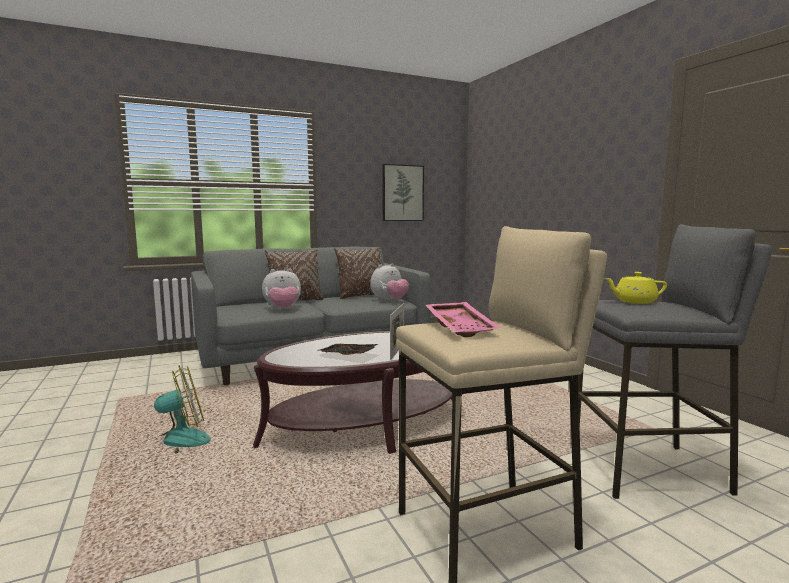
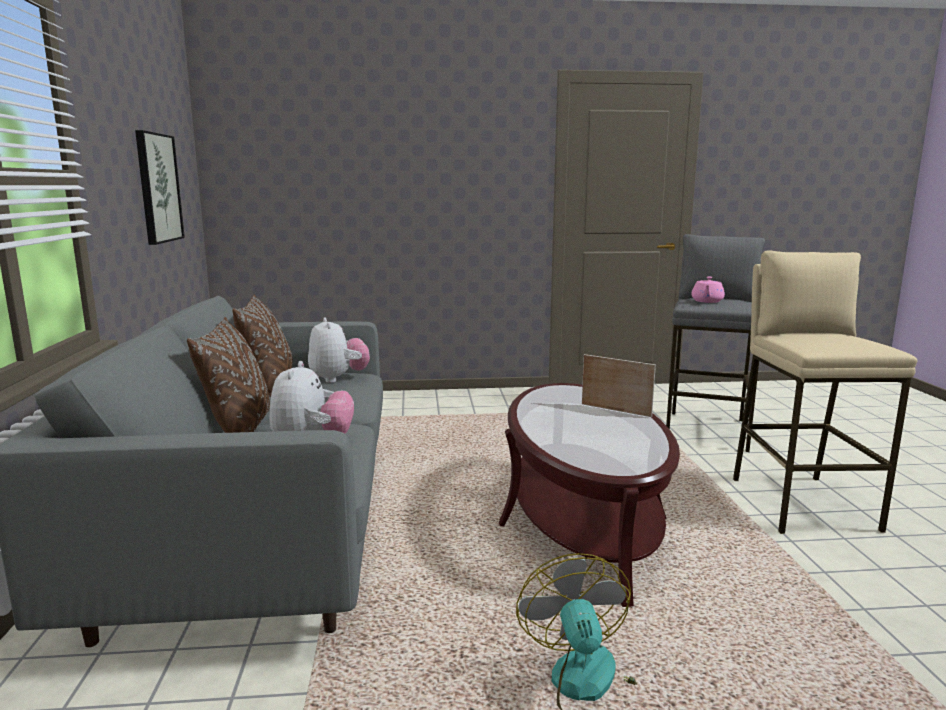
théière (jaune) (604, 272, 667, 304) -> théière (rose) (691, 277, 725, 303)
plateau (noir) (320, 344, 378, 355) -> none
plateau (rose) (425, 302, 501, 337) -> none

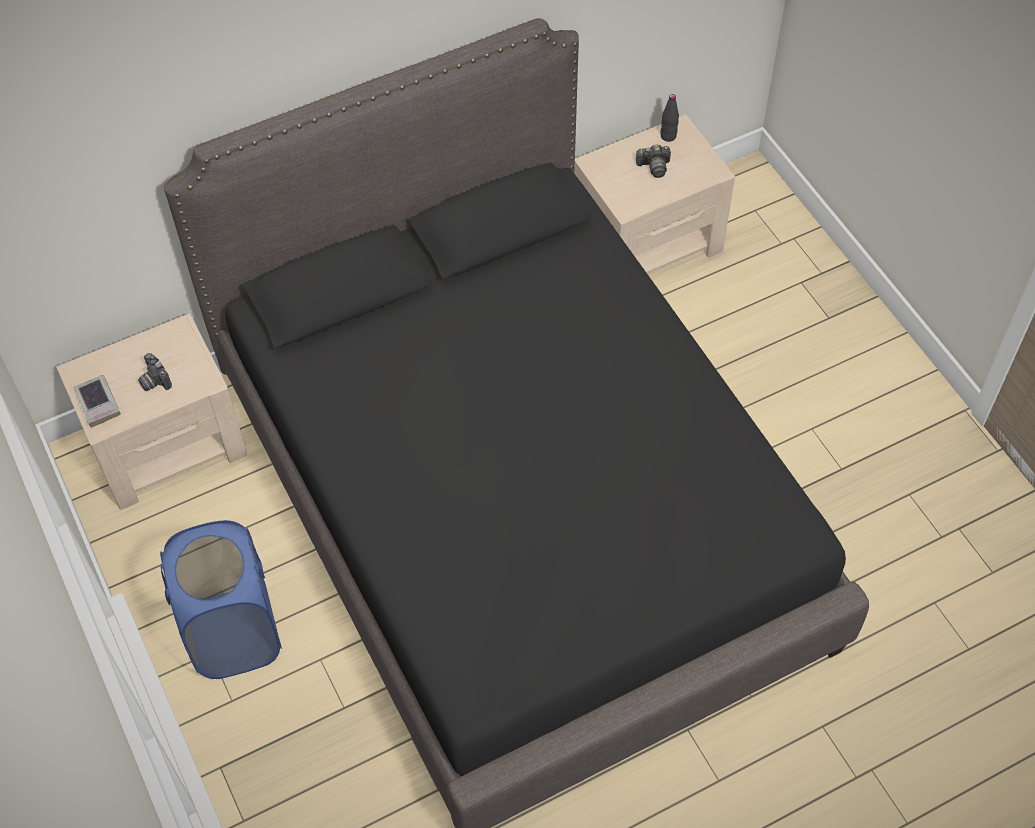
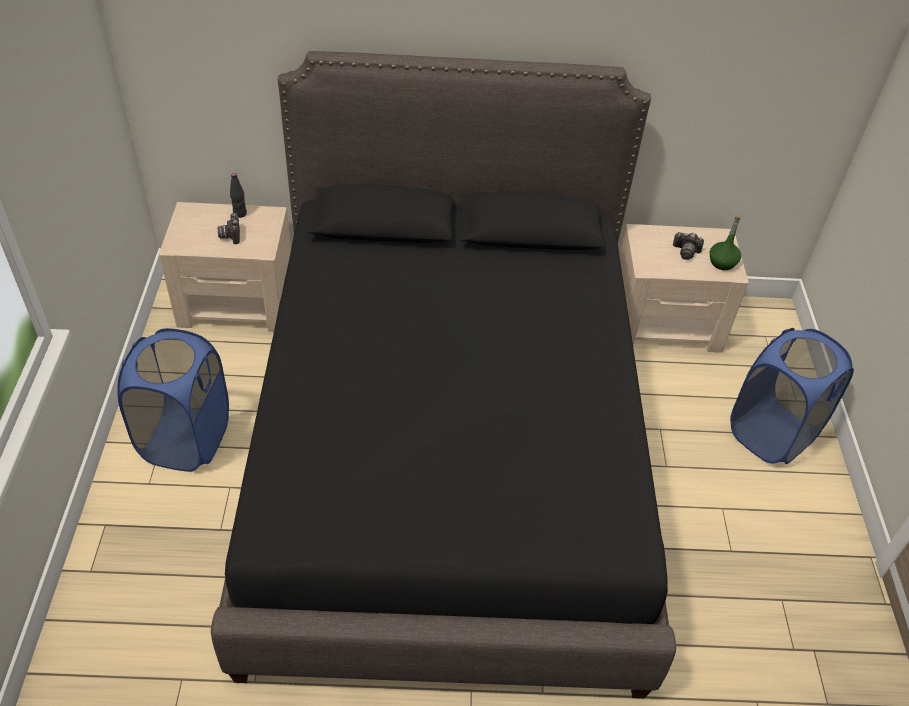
bouteille (noir) (661, 94, 679, 142) -> bouteille (noir) (230, 173, 247, 218), shifted
none -> bouteille (vert) (710, 216, 741, 270)
none -> panier à linge (bleu) (730, 328, 854, 464)
livre (74, 375, 121, 428) -> none

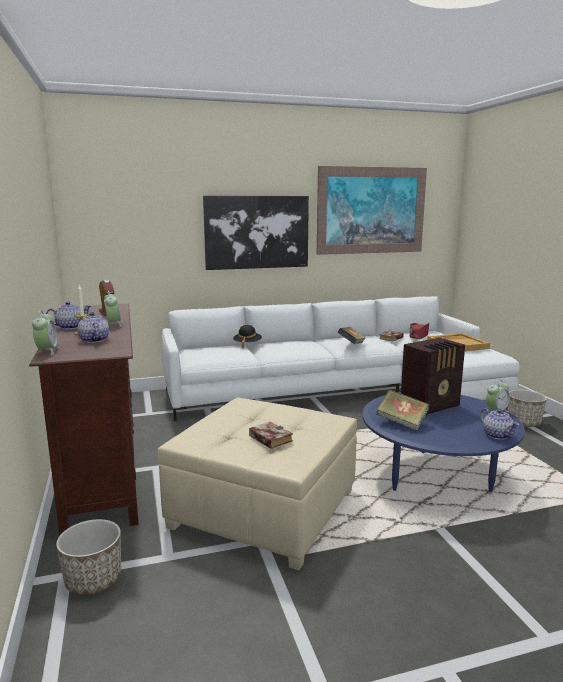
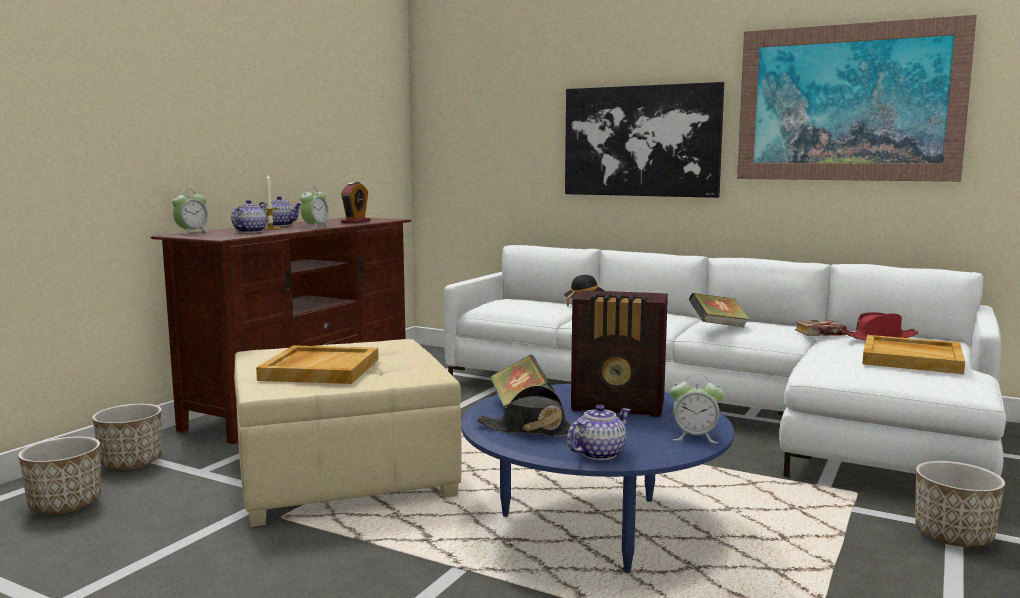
none -> cache-pot (18, 436, 101, 514)
livre (249, 422, 293, 449) -> plateau (beige) (256, 345, 378, 384)
none -> chapeau (noir) (476, 385, 572, 437)
théière (480, 408, 519, 440) -> théière (567, 405, 630, 460), 150 degrees counterclockwise

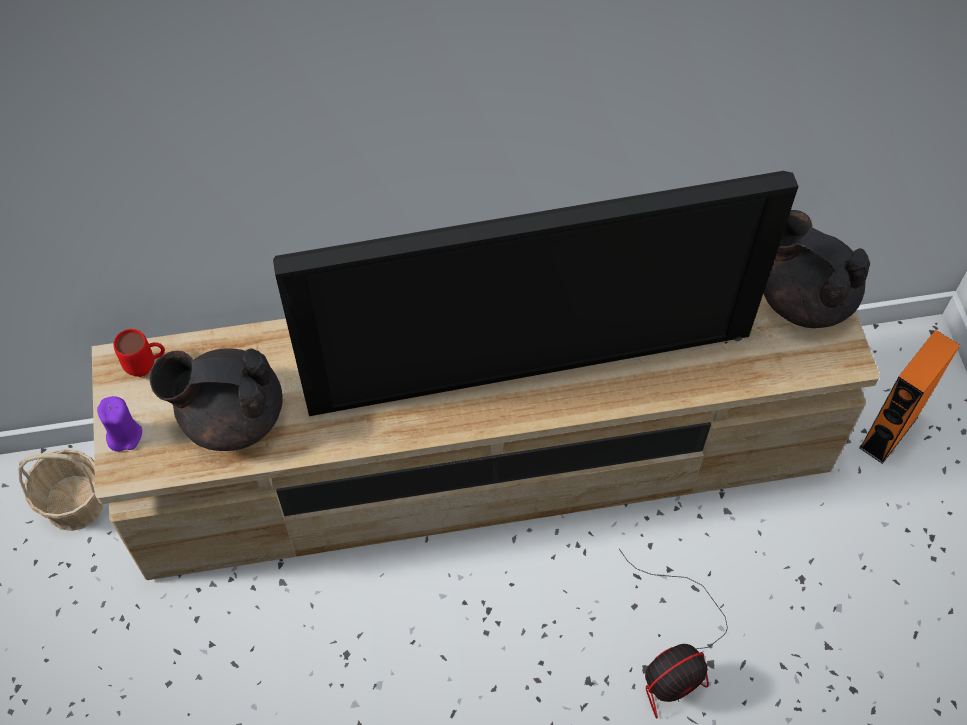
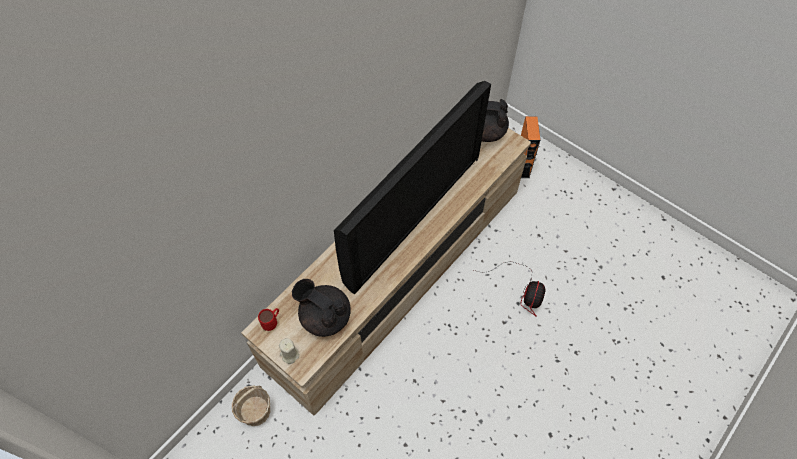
bougie (violet) (97, 396, 142, 452) -> bougie (beige) (279, 338, 299, 364)
théière (noir) (150, 348, 283, 451) -> théière (noir) (292, 279, 351, 337), 75 degrees clockwise

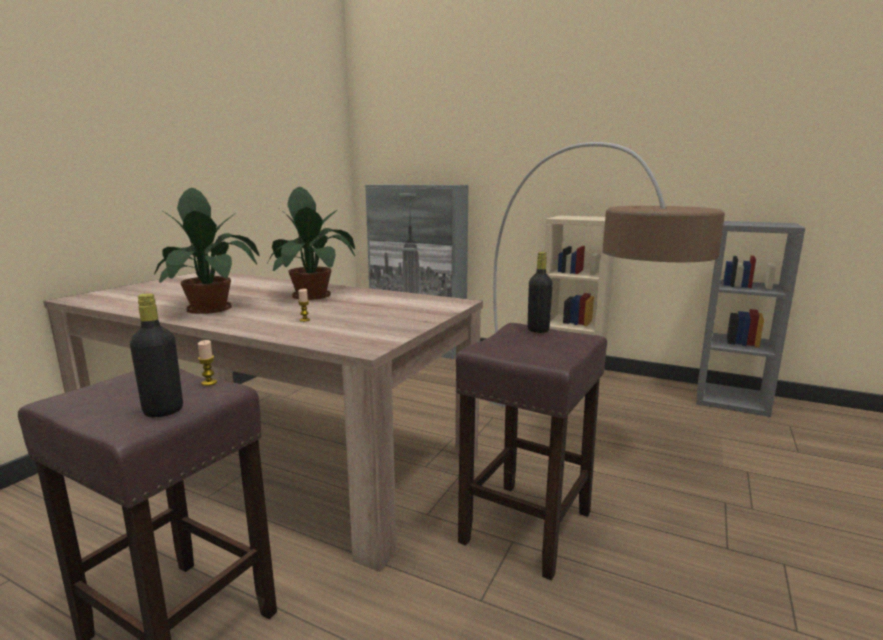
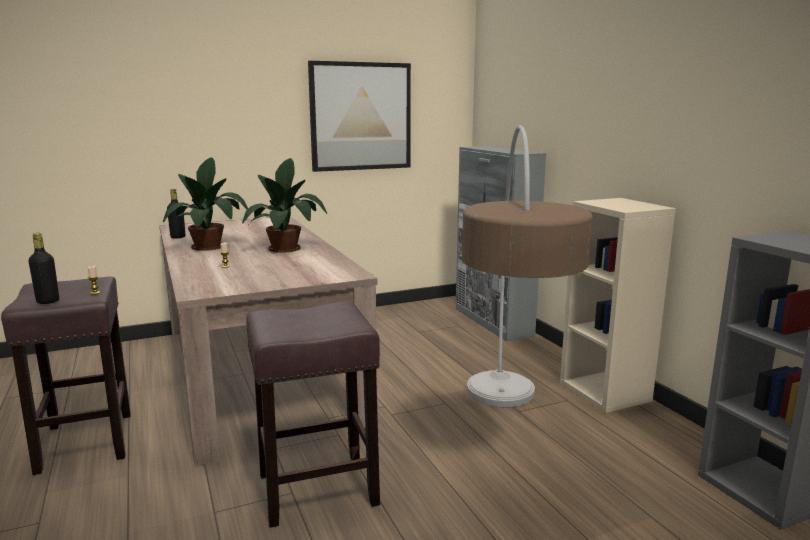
bouteille (noir) (527, 252, 553, 333) -> bouteille (noir) (167, 189, 185, 239), shifted
none -> tableau (308, 61, 411, 172)

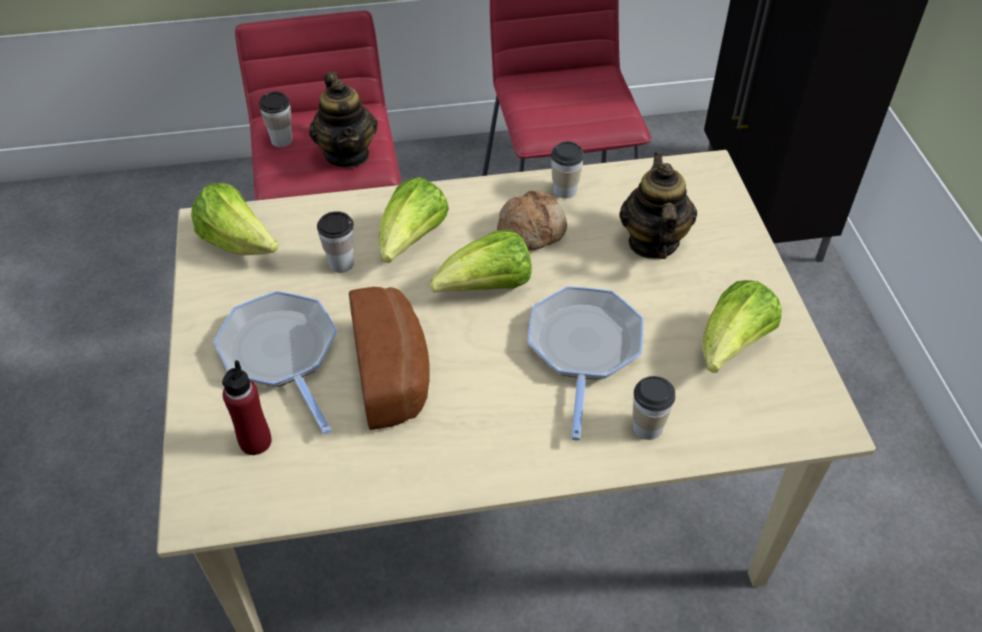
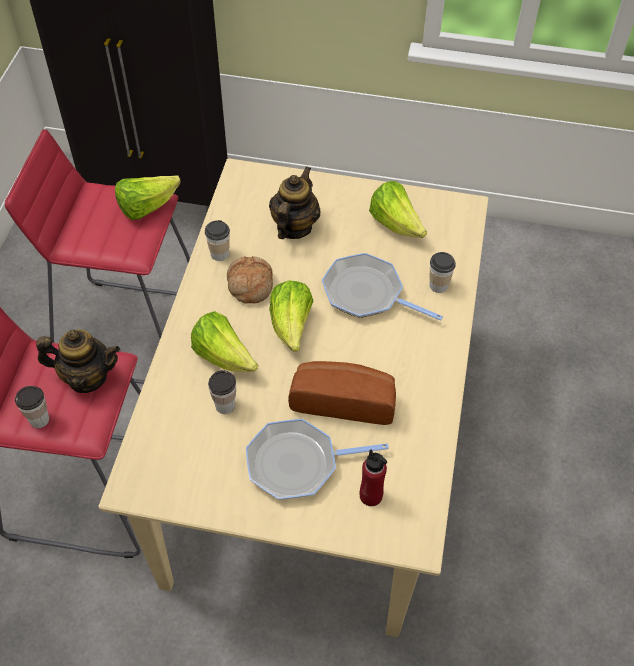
laitue (191, 183, 279, 255) -> laitue (115, 176, 181, 220), shifted
théière (619, 152, 697, 259) -> théière (269, 166, 321, 239), 90 degrees clockwise

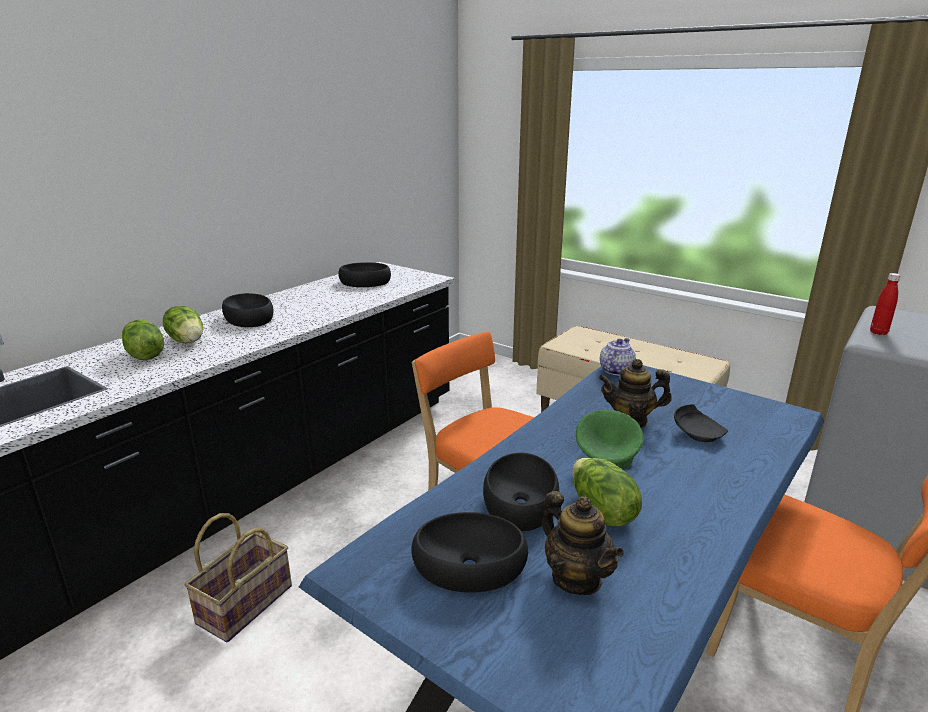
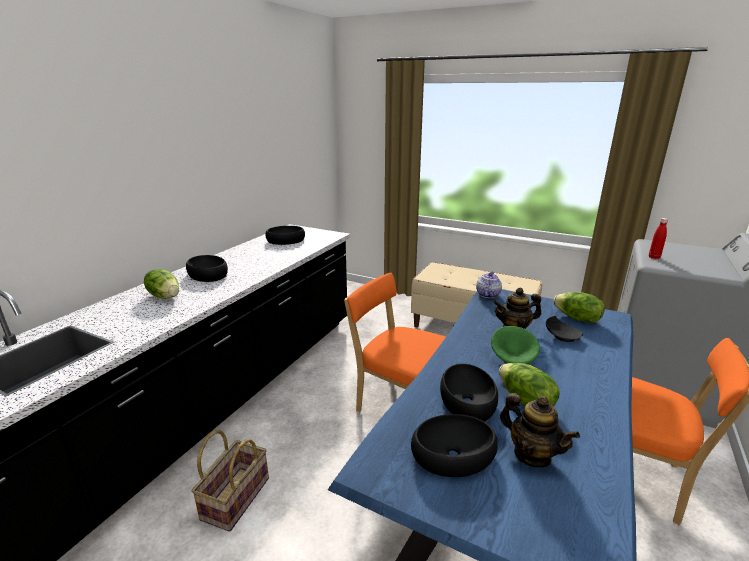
laitue (122, 320, 164, 360) -> laitue (553, 292, 605, 323), shifted

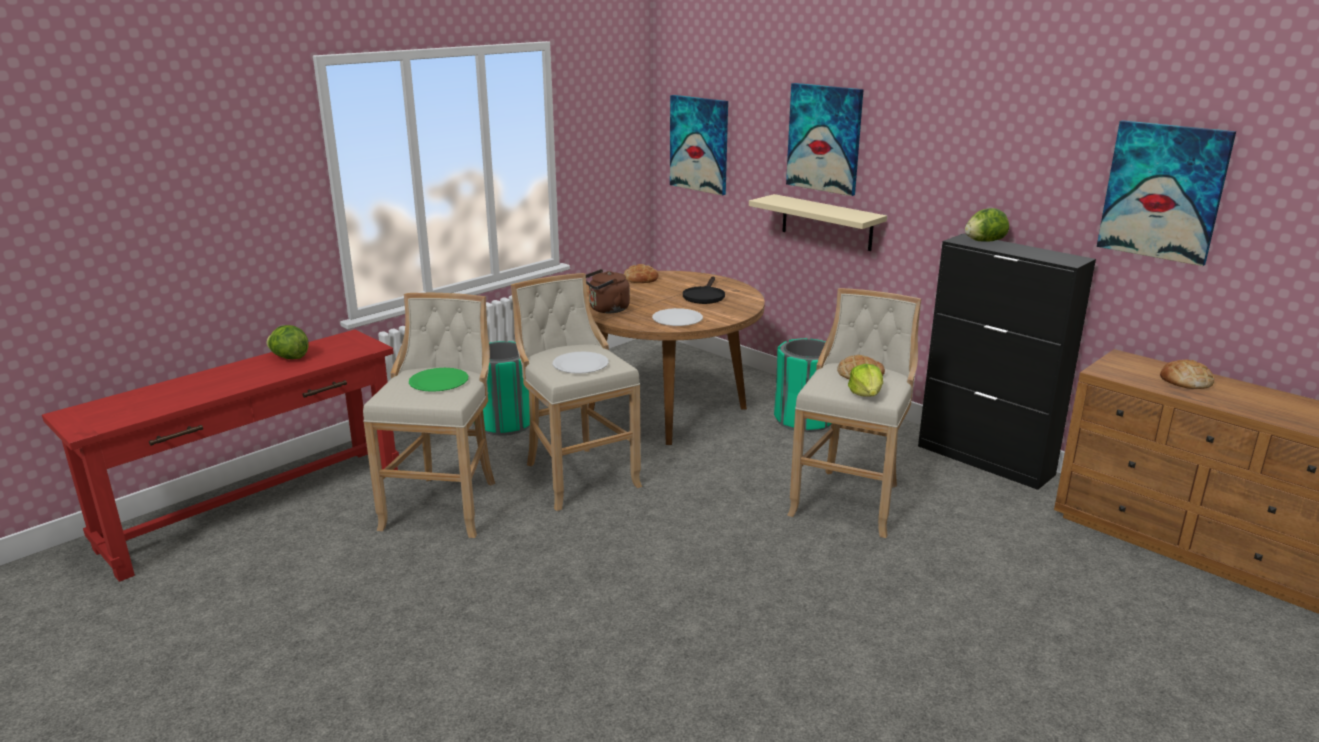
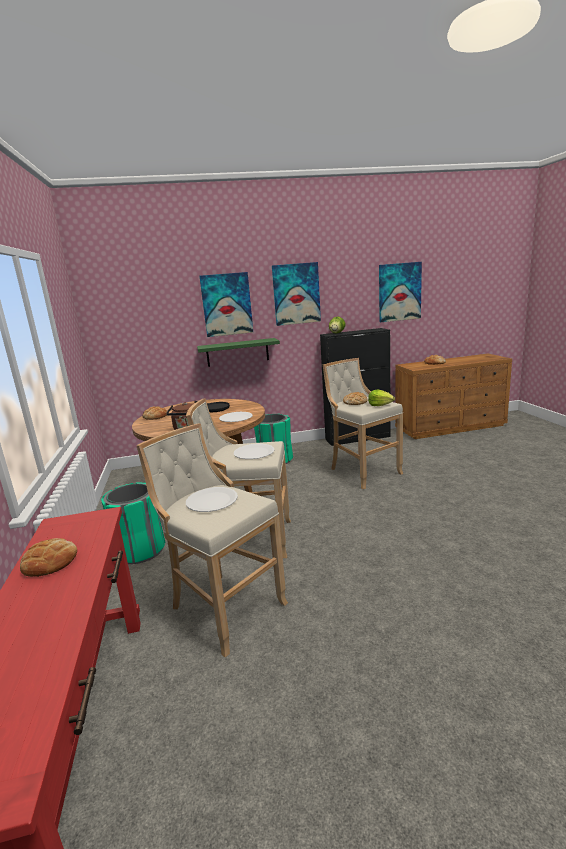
laitue (266, 325, 308, 359) -> pain (20, 538, 77, 577)
assiette (vert) (409, 368, 468, 392) -> assiette (blanc) (186, 487, 238, 512)
étagère (beige) (749, 194, 887, 251) -> étagère (vert) (197, 338, 280, 367)
tableau (670, 95, 728, 195) -> tableau (272, 262, 321, 326), shifted

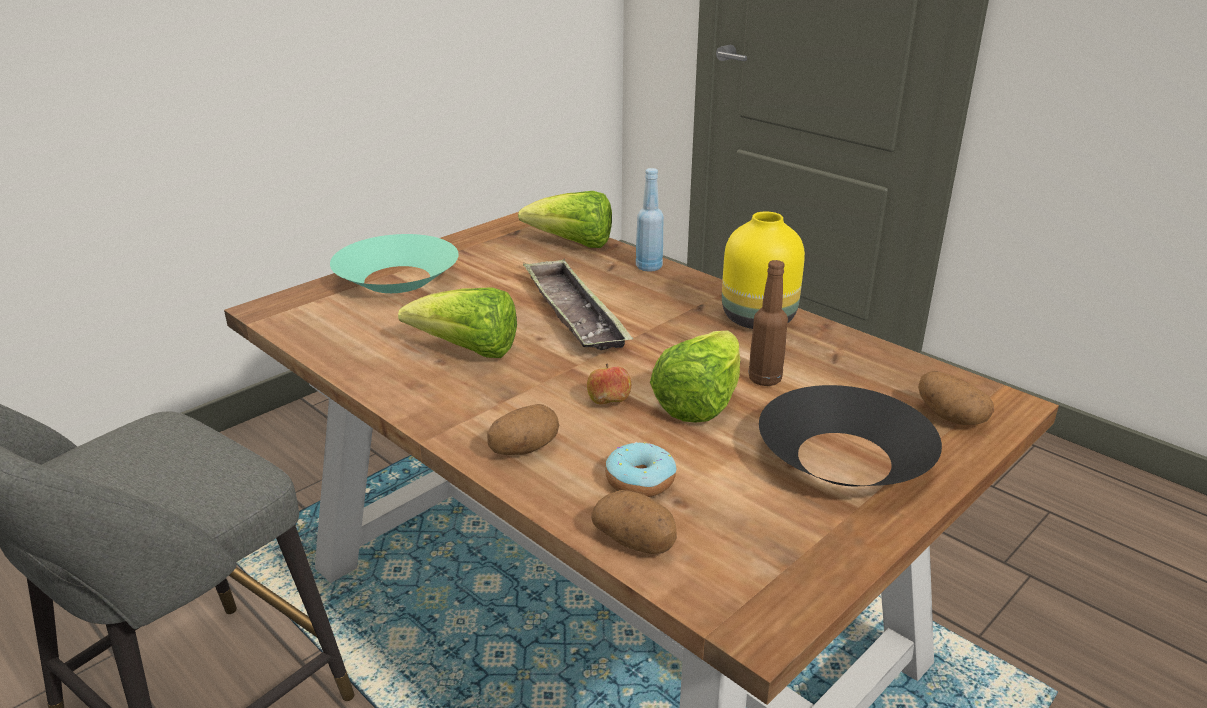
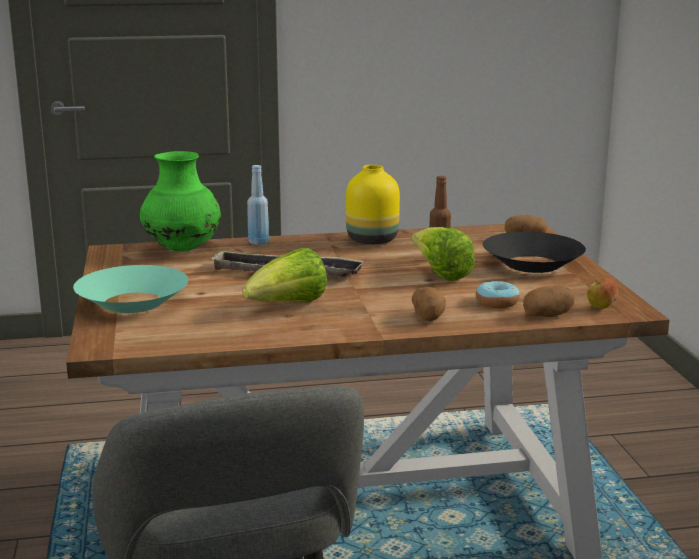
laitue (518, 191, 612, 248) -> vase (vert) (140, 151, 221, 252)
pomme (587, 363, 631, 404) -> pomme (587, 278, 618, 309), shifted

